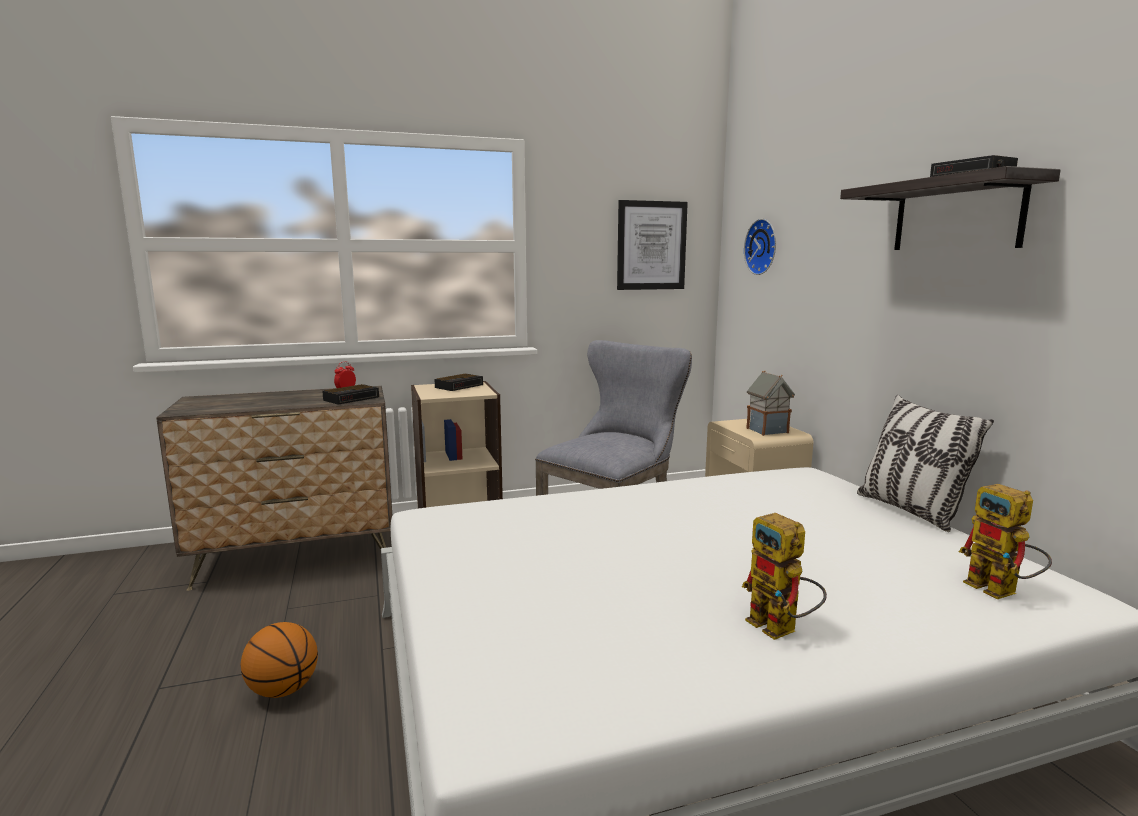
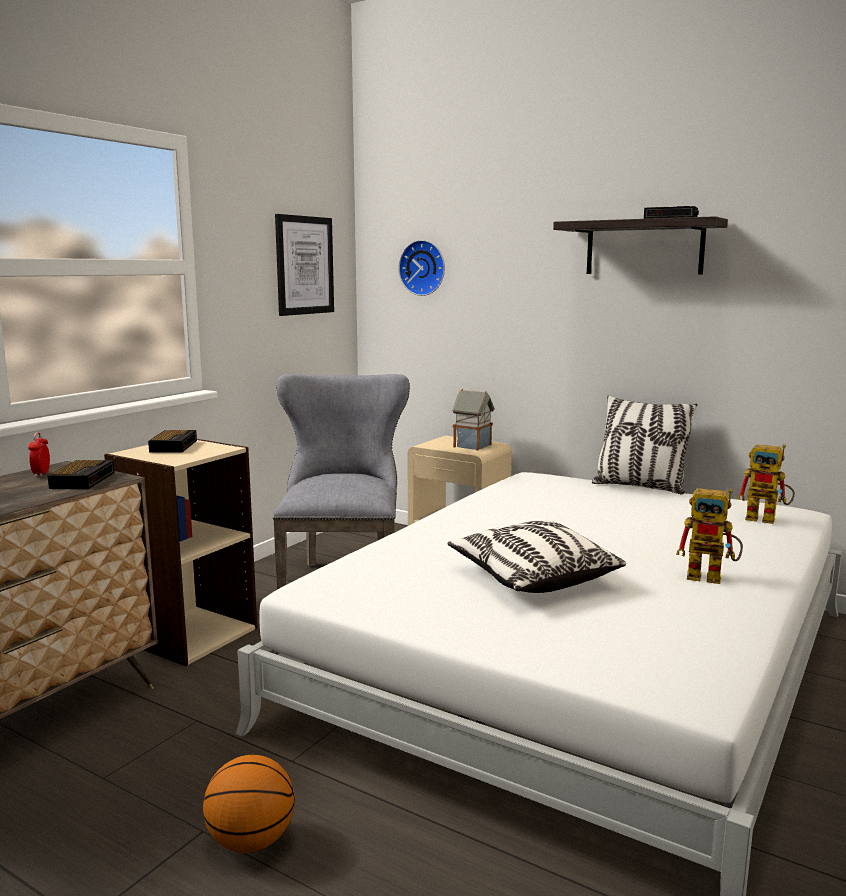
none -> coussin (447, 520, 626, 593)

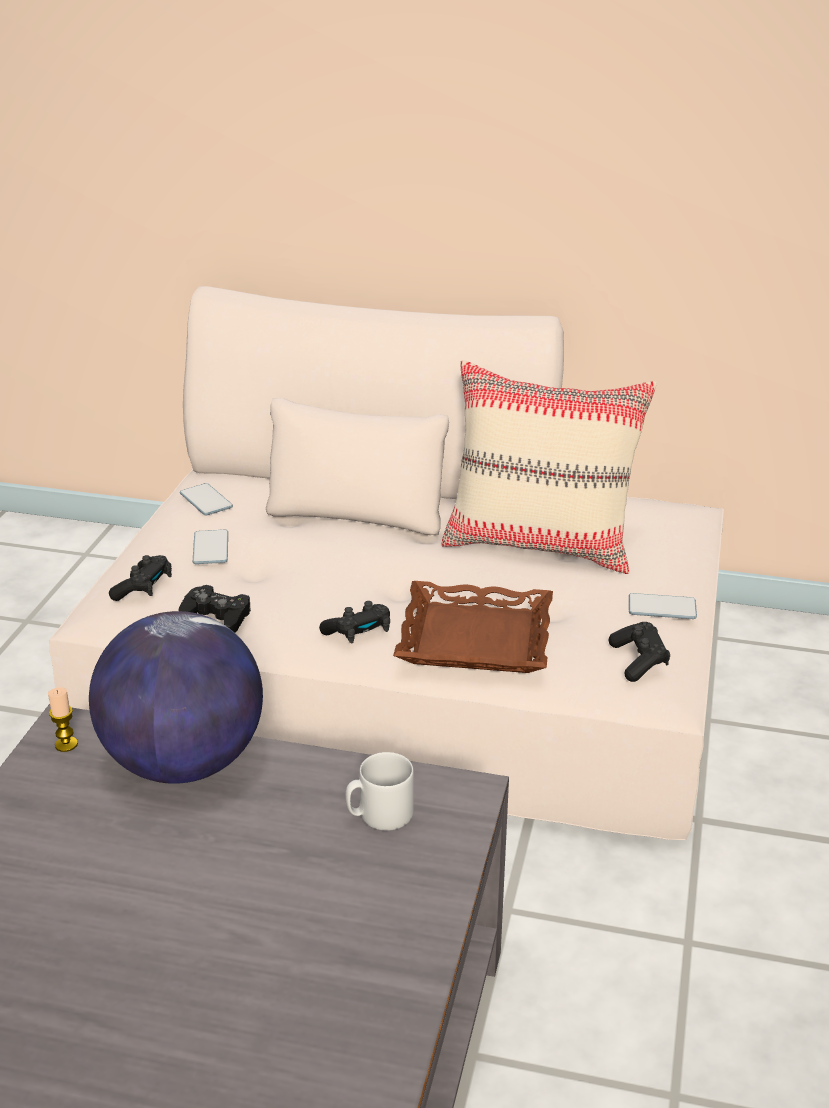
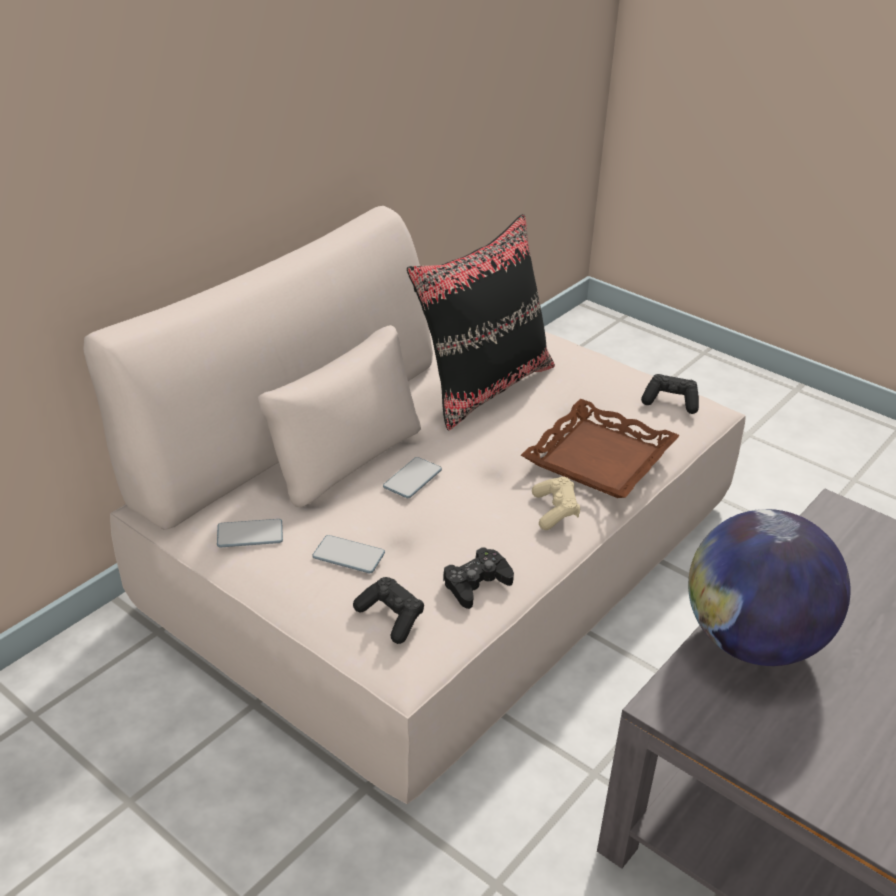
téléphone (629, 593, 697, 619) -> téléphone (383, 457, 442, 498), shifted
coussin (beige) (442, 360, 657, 574) -> coussin (noir) (407, 214, 555, 430)
manette (noir) (319, 601, 390, 643) -> manette (beige) (532, 477, 580, 530)
bougie (48, 687, 78, 752) -> none
mug (gris) (345, 752, 414, 831) -> none

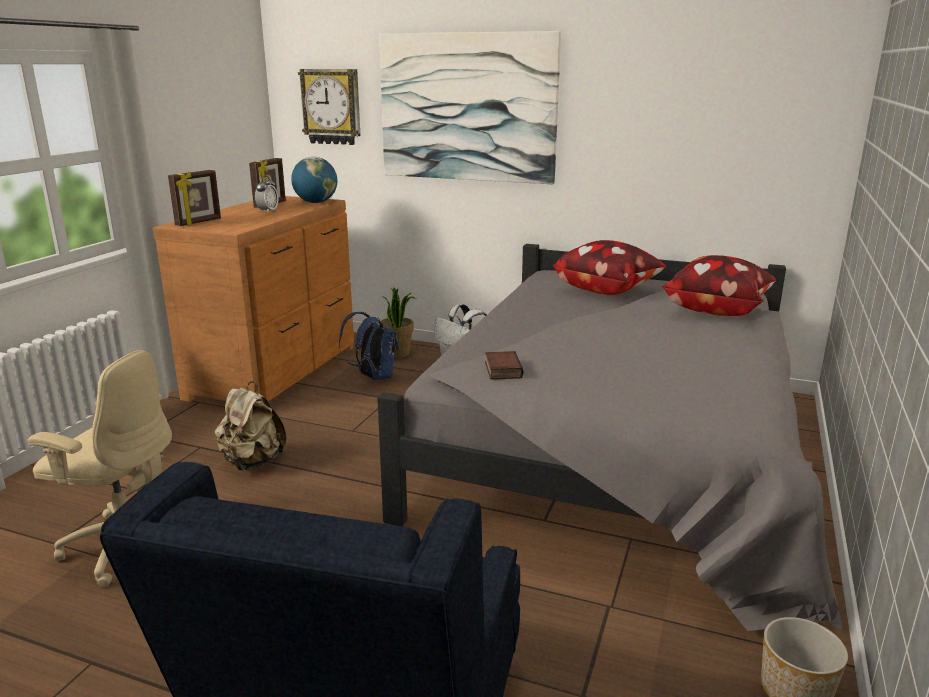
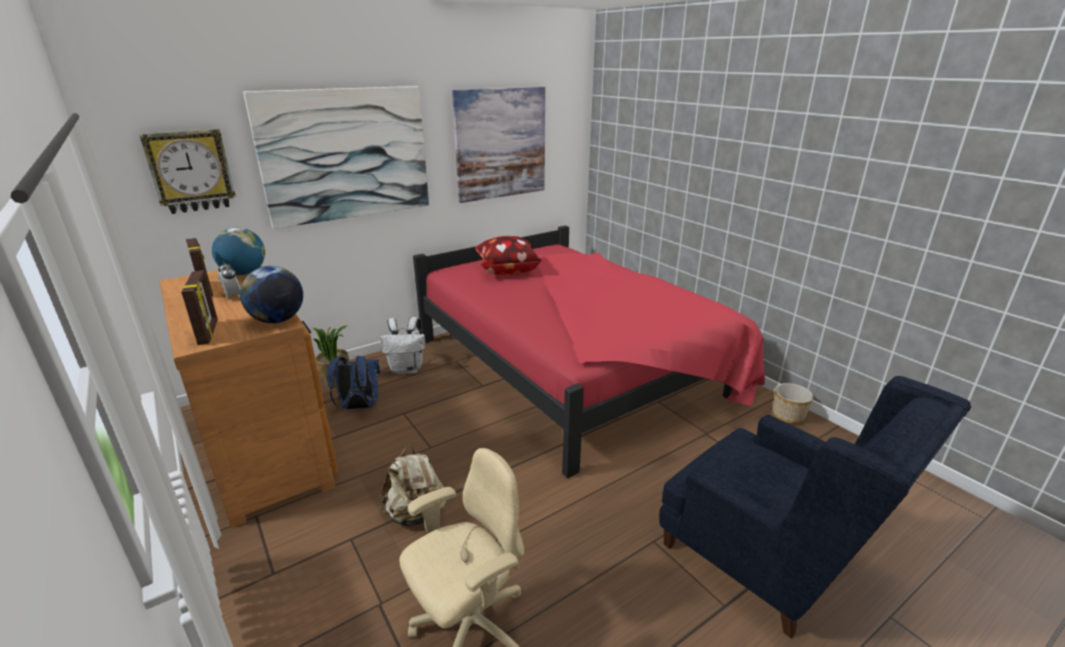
none -> globe (240, 266, 303, 323)
lit (gris) (377, 244, 842, 631) -> lit (rouge) (413, 225, 765, 478)
none -> tableau (452, 87, 545, 203)
livre (485, 351, 523, 379) -> none
coussin (661, 255, 776, 316) -> none

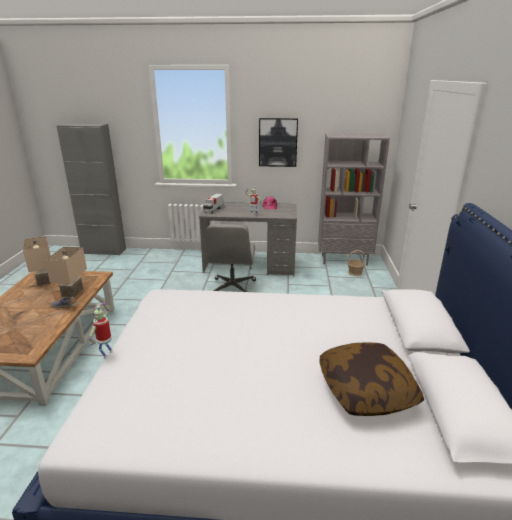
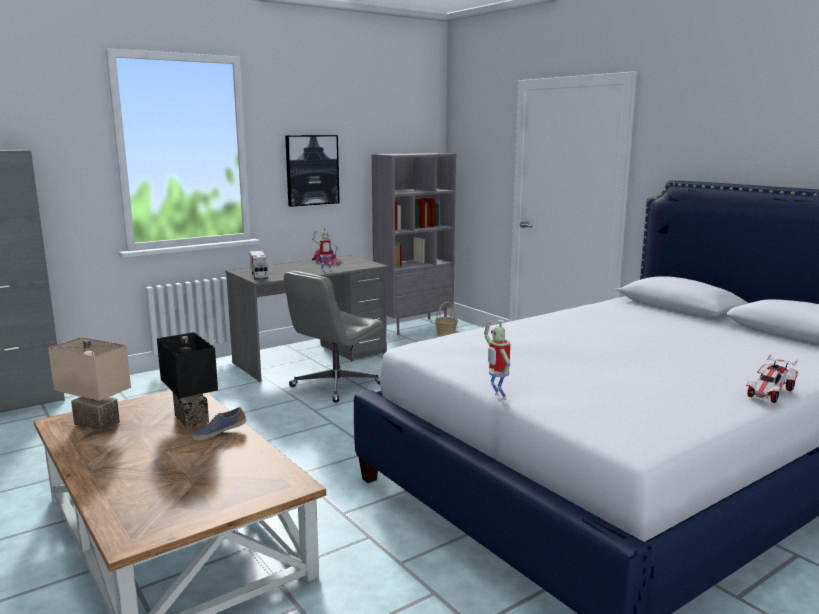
lampe de table (beige) (45, 247, 87, 298) -> lampe de table (noir) (157, 332, 218, 428)
chaise de bureau (gris) (207, 224, 256, 292) -> chaise de bureau (gris) (284, 271, 384, 403), 75 degrees clockwise
none -> petite voiture (746, 354, 799, 403)
coussin (319, 342, 424, 416) -> none

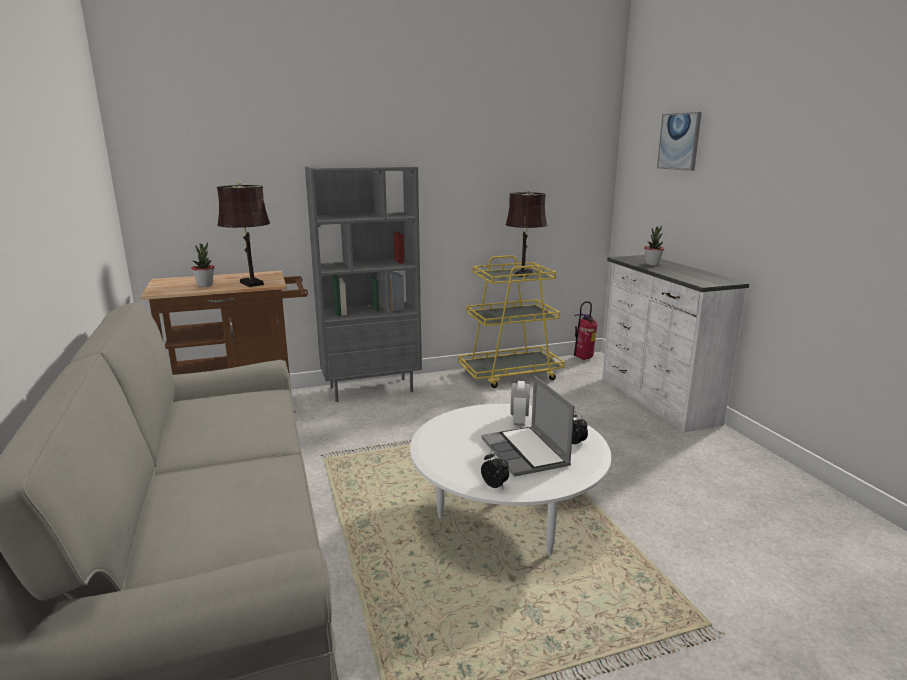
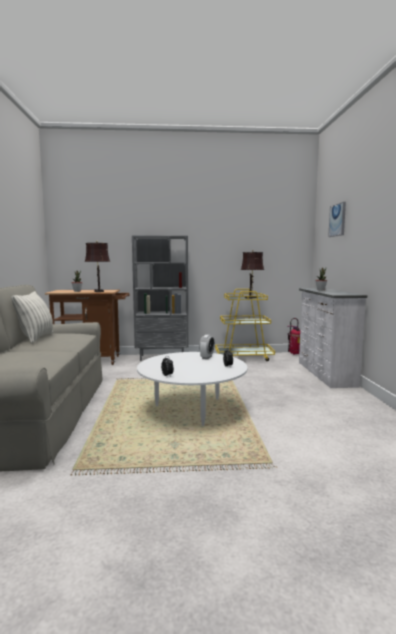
none -> coussin (11, 291, 53, 343)
ordinateur portable (481, 375, 574, 477) -> none

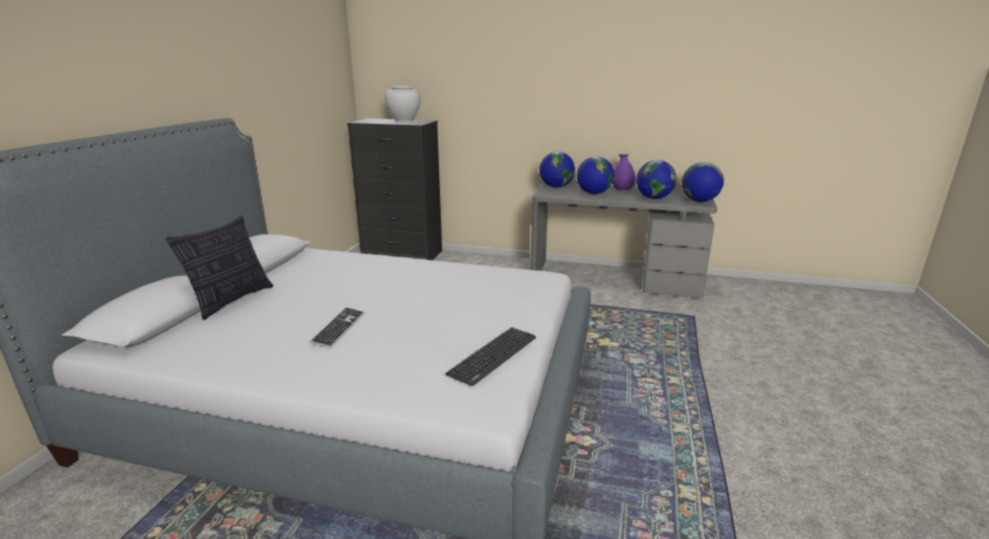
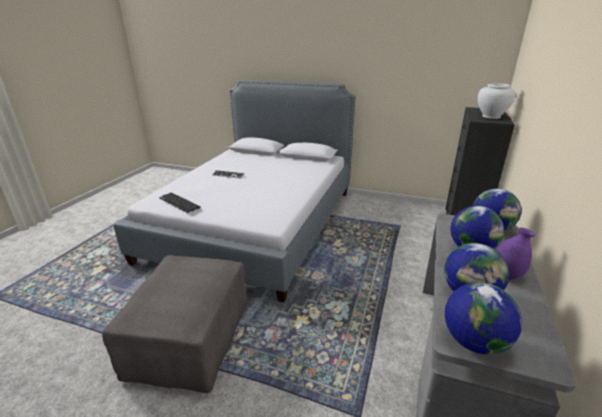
none -> pouf (gris) (102, 255, 247, 393)
coussin (166, 216, 273, 320) -> none

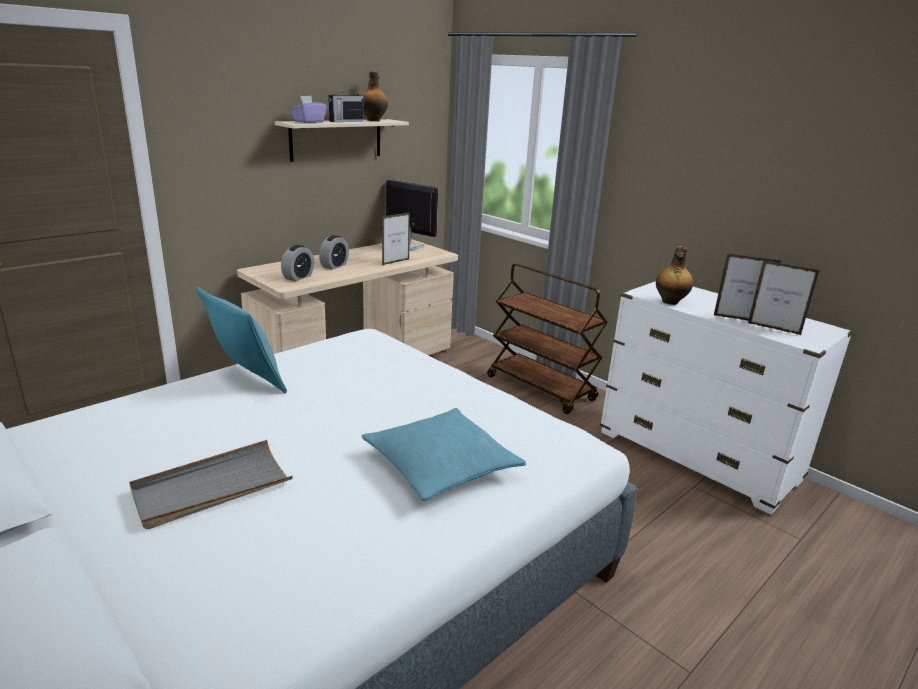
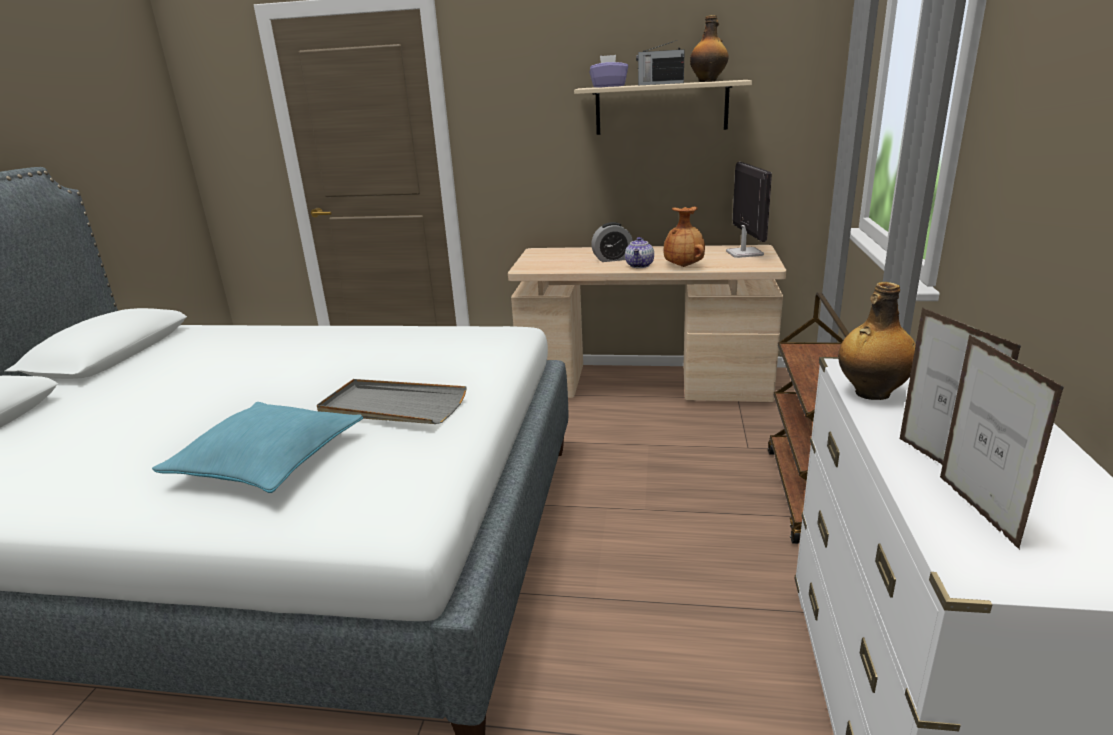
plateau (gris) (129, 440, 293, 529) -> plateau (gris) (317, 379, 467, 424), shifted
none -> théière (625, 237, 654, 268)
cadre photo (382, 212, 410, 265) -> vase (marron) (664, 207, 705, 267)
coussin (turquoise) (196, 287, 287, 393) -> none
réveil (281, 245, 314, 281) -> none

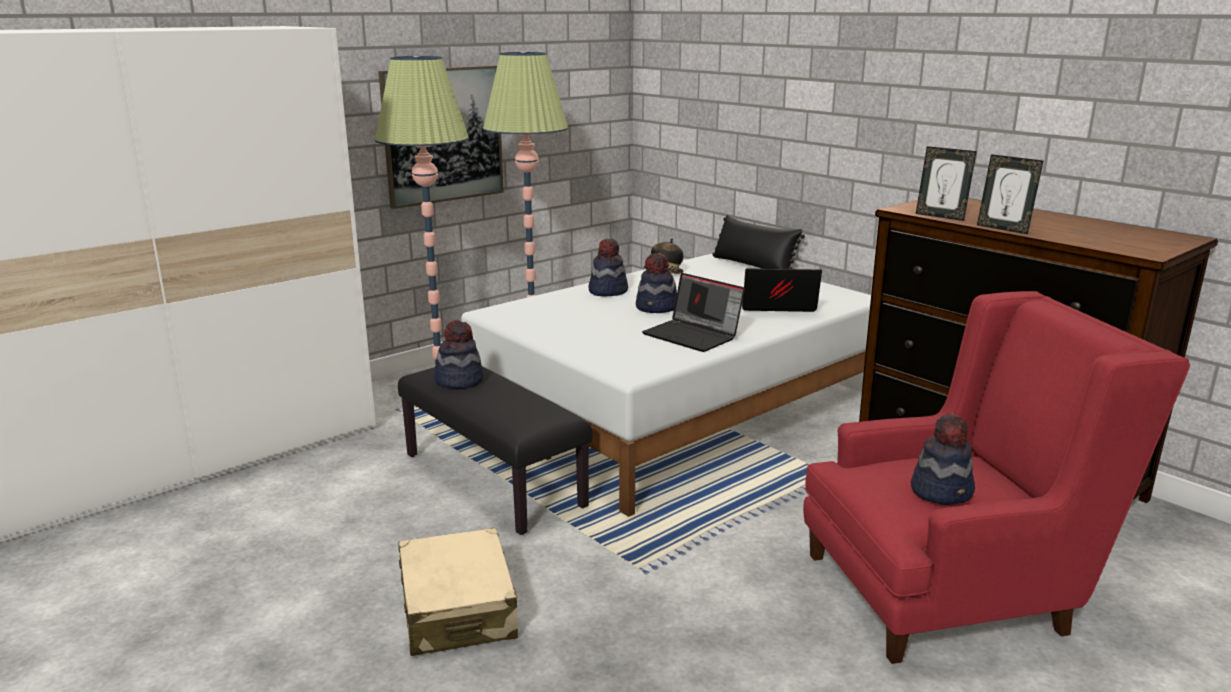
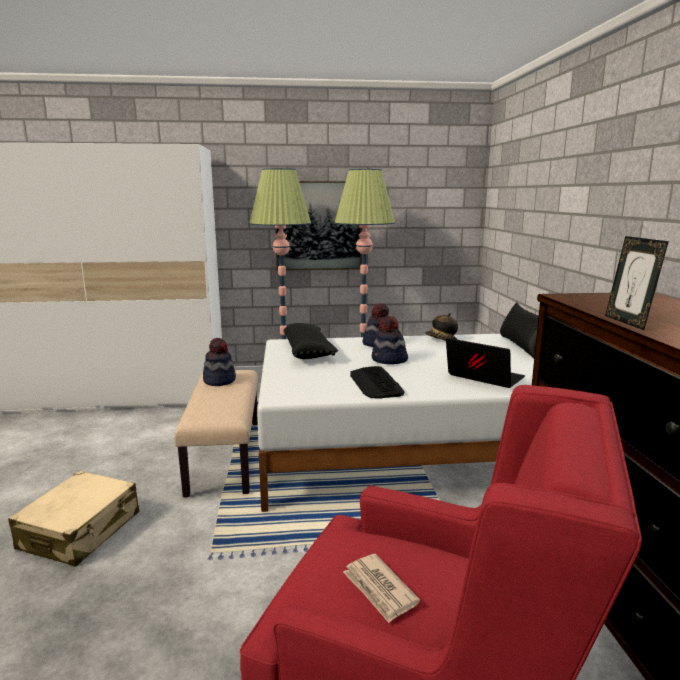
banc (noir) (398, 367, 592, 535) -> banc (beige) (175, 370, 258, 497)
none -> coussin (noir) (283, 323, 338, 359)
chapeau (911, 413, 975, 505) -> journal (343, 554, 420, 623)
ordinateur portable (642, 273, 745, 352) -> clavier (350, 366, 405, 398)
cadre photo (916, 146, 977, 221) -> none

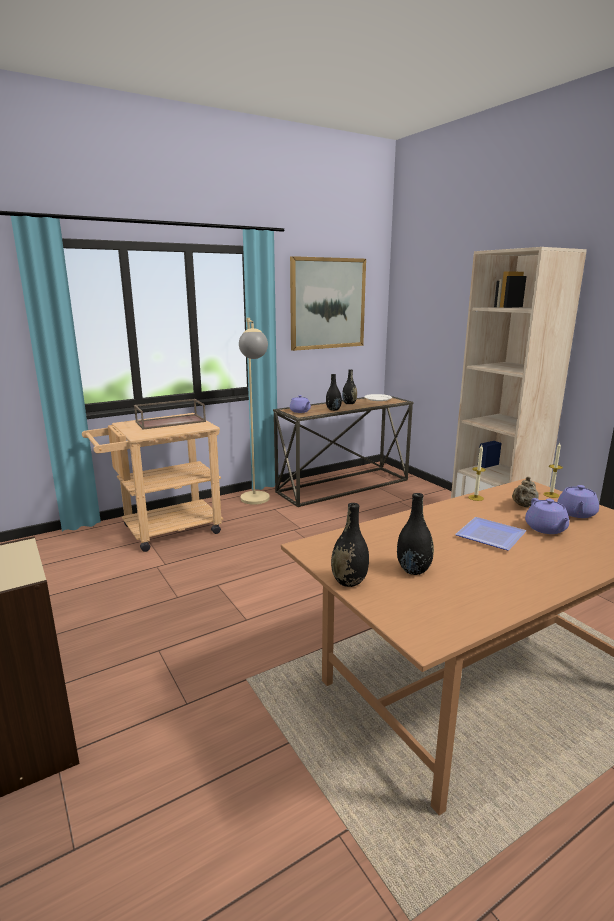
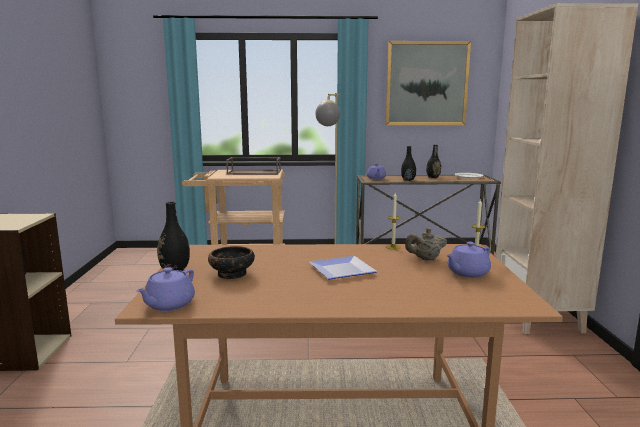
théière (violet) (525, 498, 569, 534) -> théière (violet) (136, 267, 195, 311), shifted
vase (noir) (397, 493, 434, 575) -> bol (208, 246, 255, 279)

